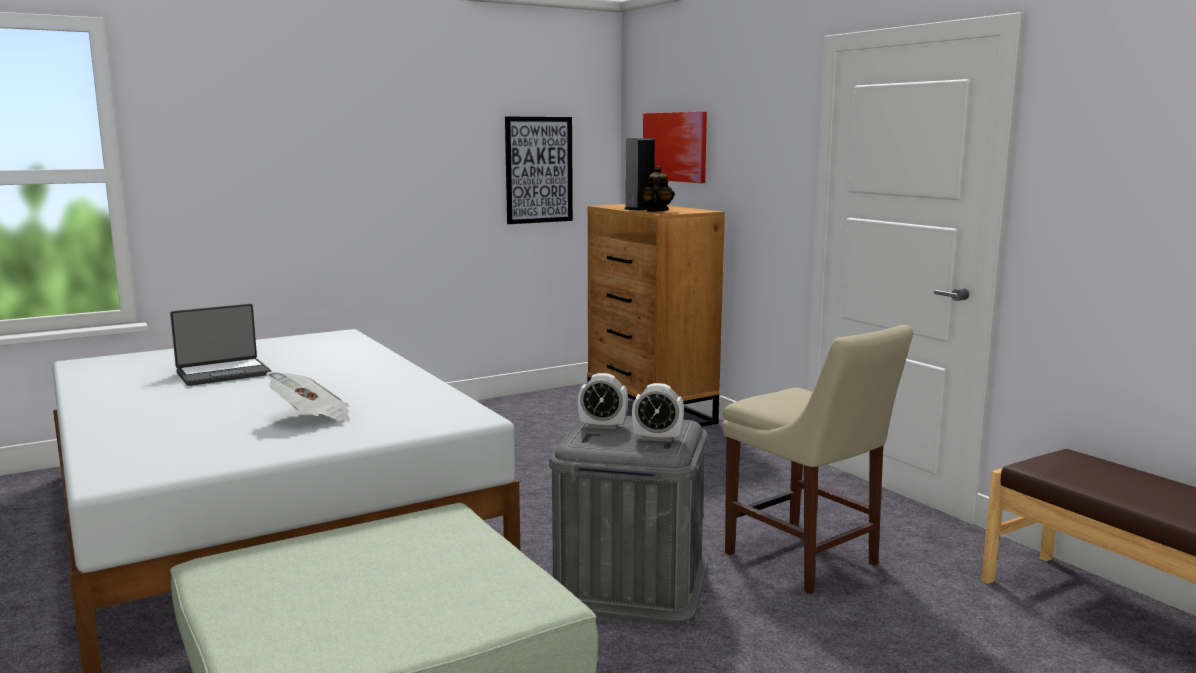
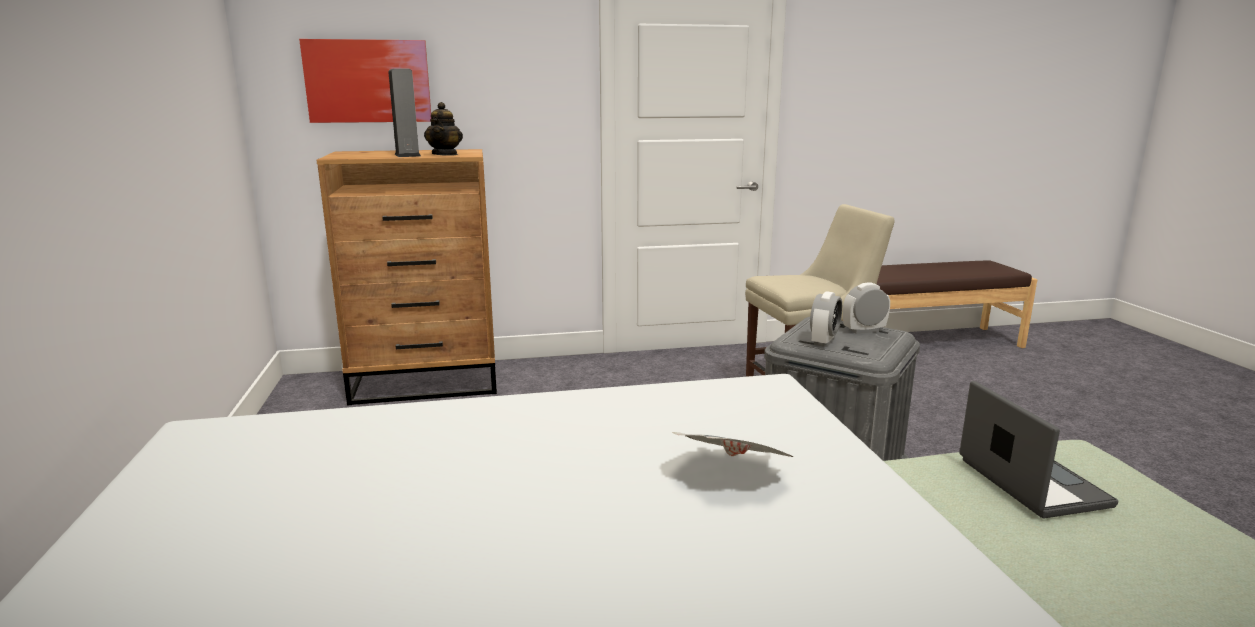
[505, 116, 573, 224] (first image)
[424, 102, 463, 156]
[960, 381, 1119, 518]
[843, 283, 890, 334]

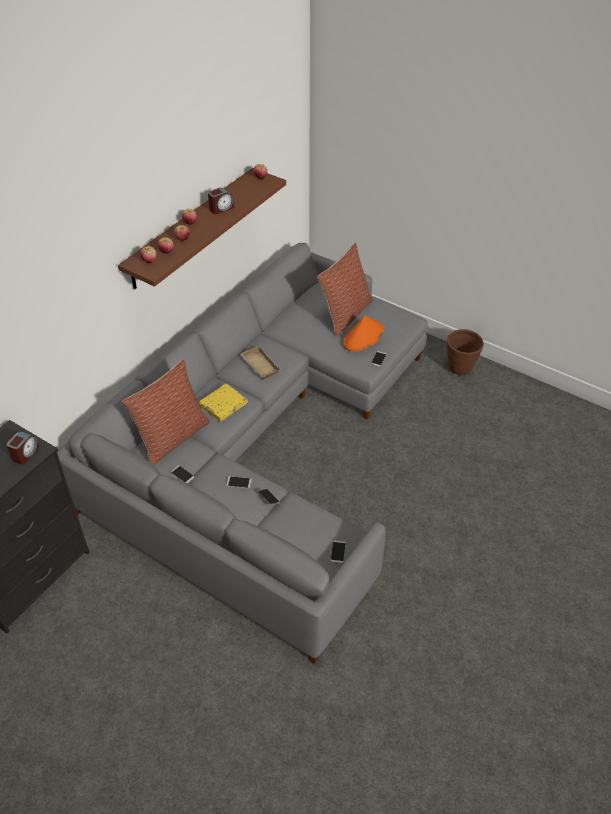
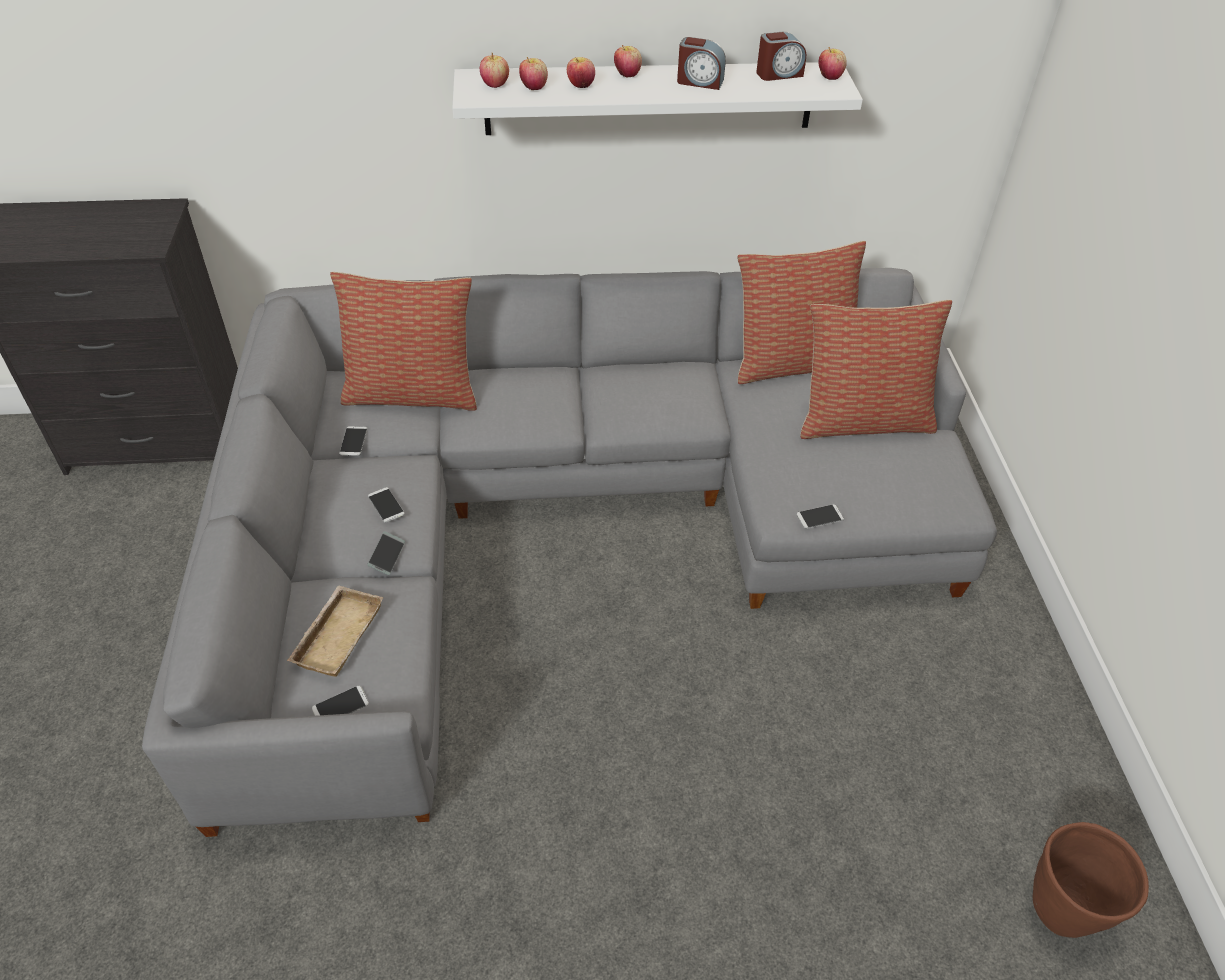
[452, 62, 863, 135]
[343, 315, 384, 352] (first image)
[1032, 822, 1149, 938]
[287, 585, 383, 677]
[199, 383, 248, 422] (first image)
[756, 32, 806, 81]
[737, 241, 866, 384]

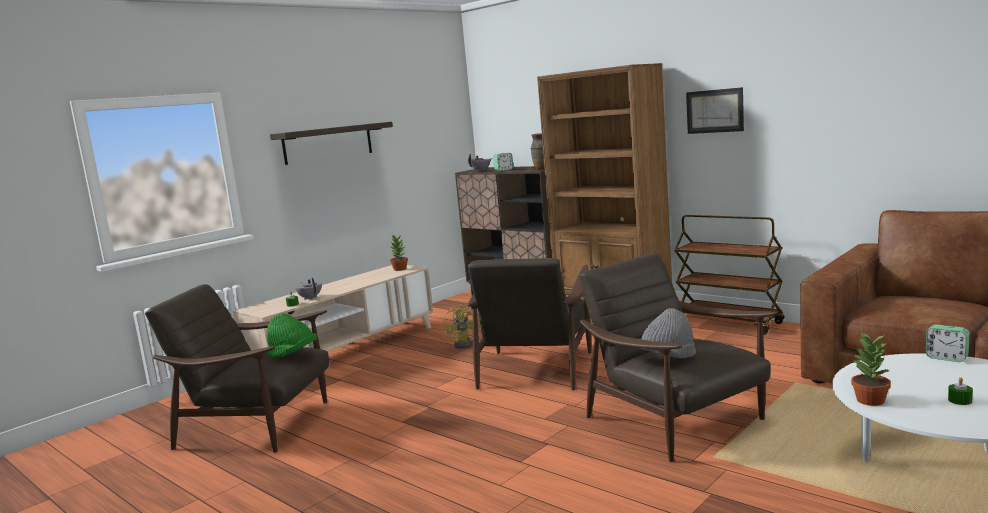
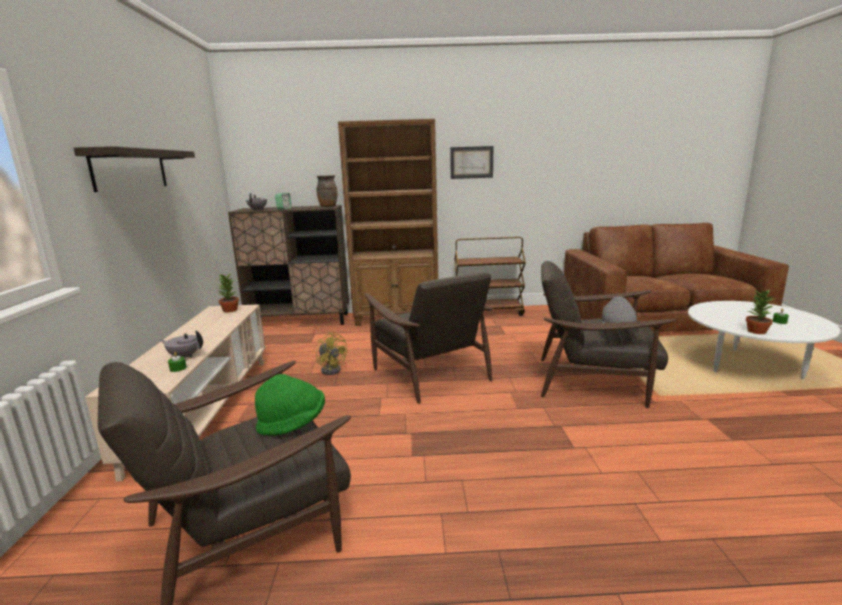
[926, 324, 970, 362] (first image)

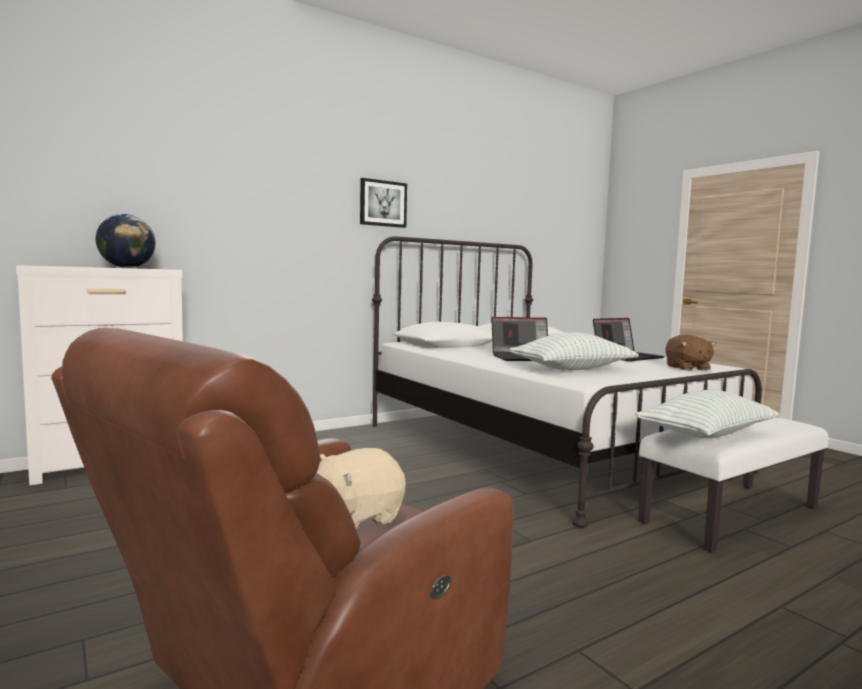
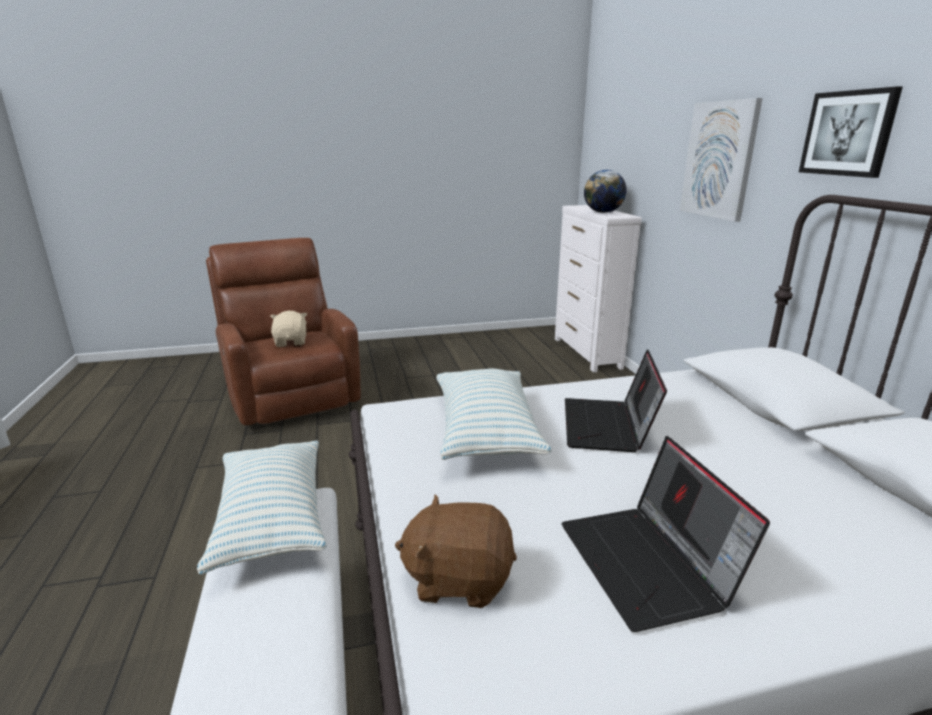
[680, 98, 763, 222]

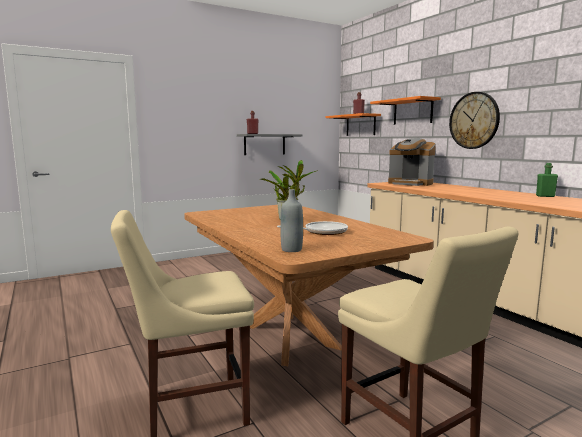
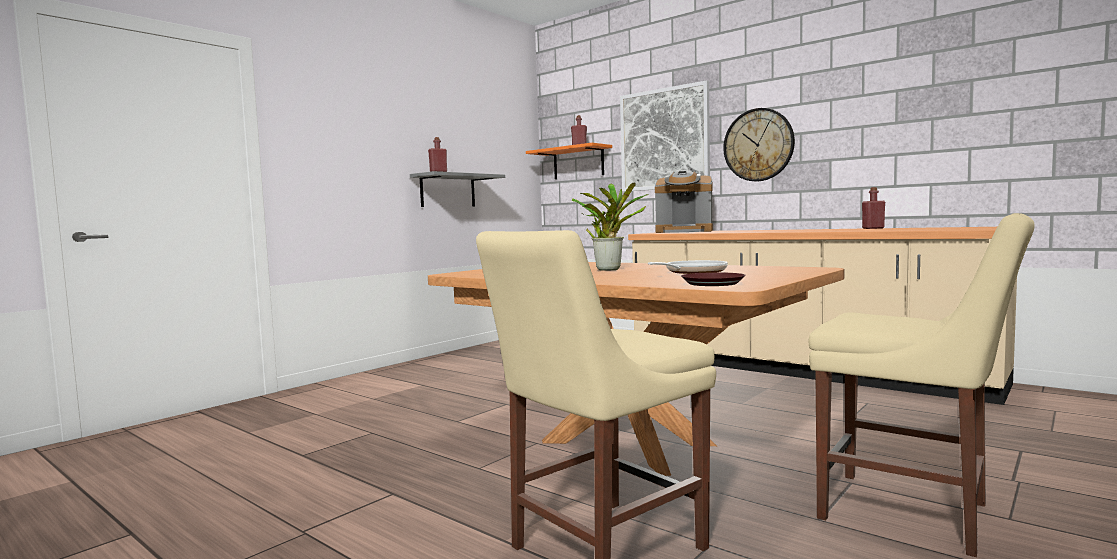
[620, 80, 710, 192]
[862, 187, 885, 229]
[681, 272, 746, 286]

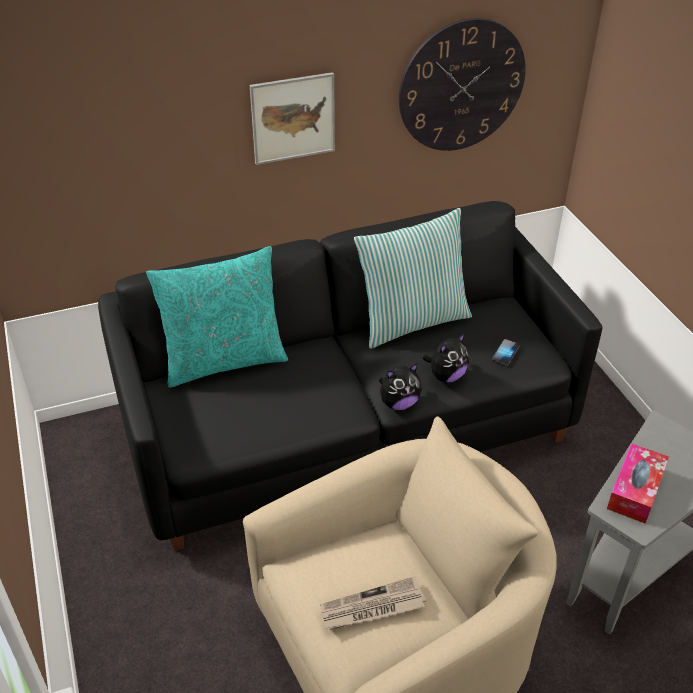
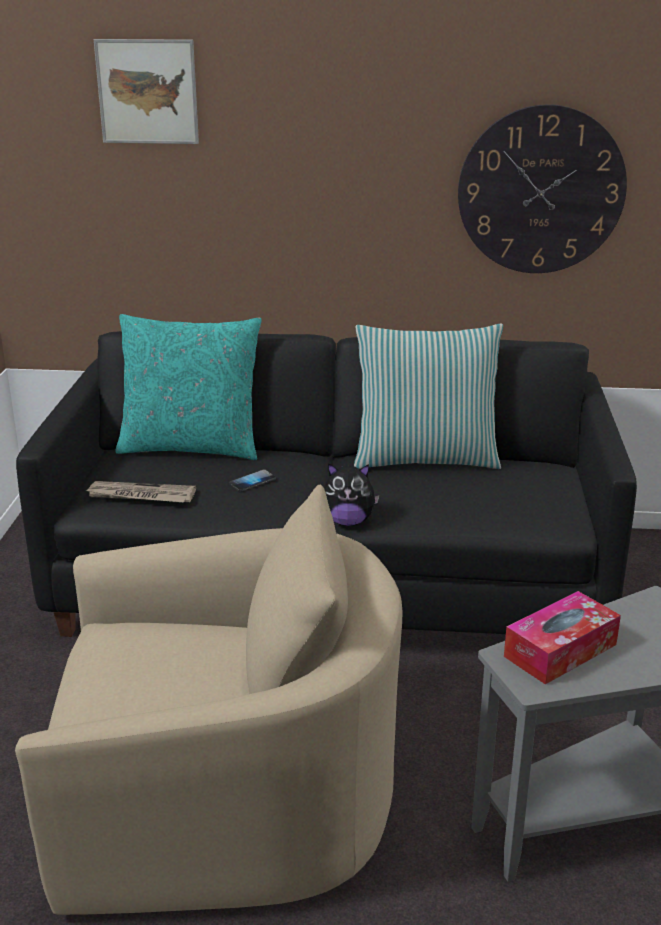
[94, 39, 199, 144]
[423, 333, 469, 383] (first image)
[229, 469, 276, 492]
[86, 481, 196, 502]

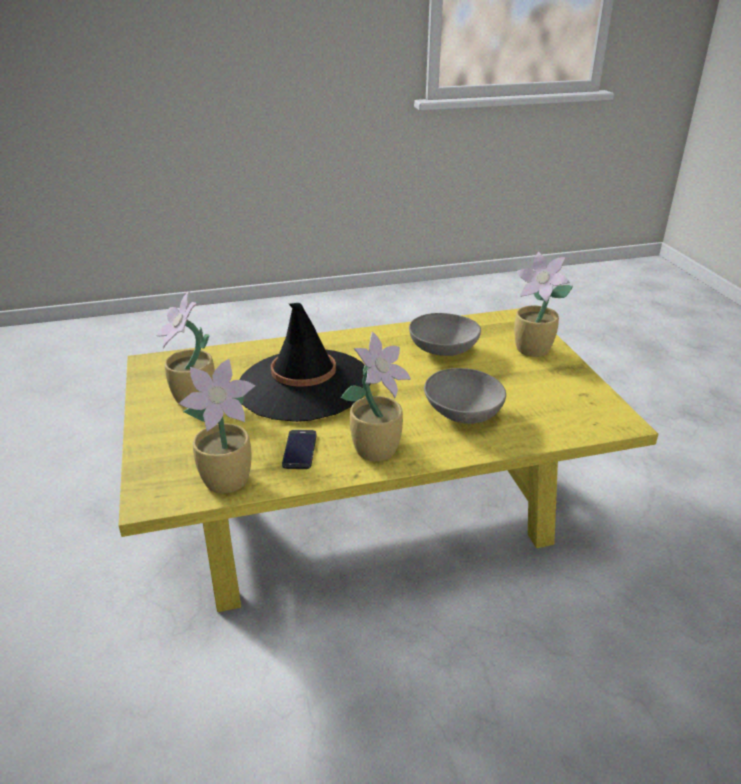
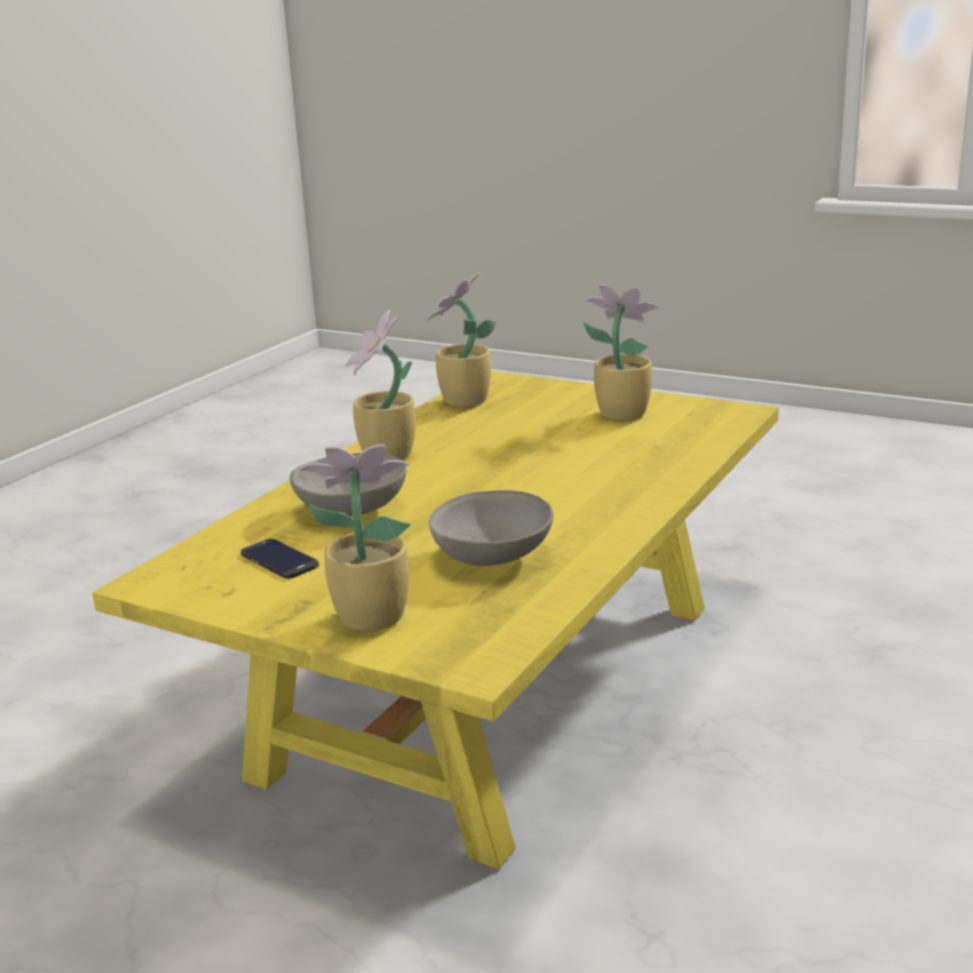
[239, 303, 371, 422] (first image)
[241, 539, 319, 579]

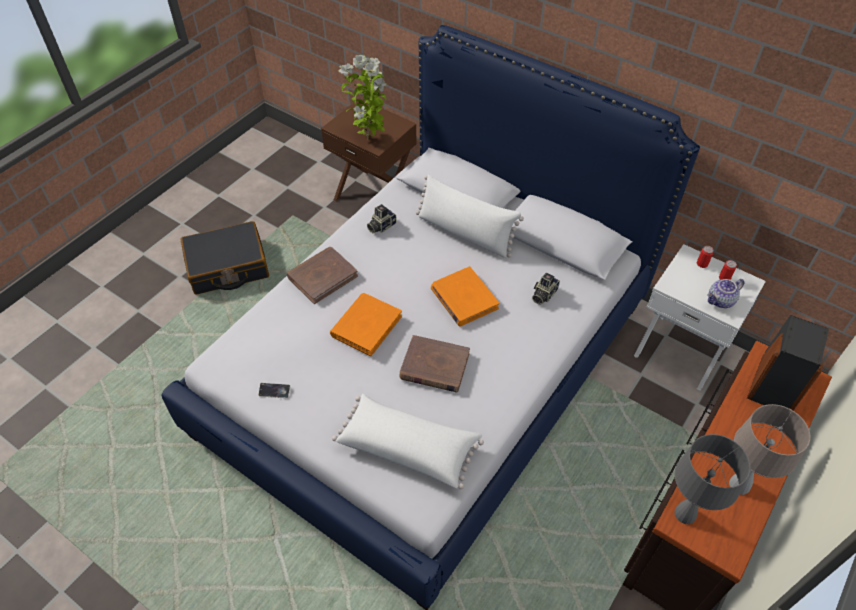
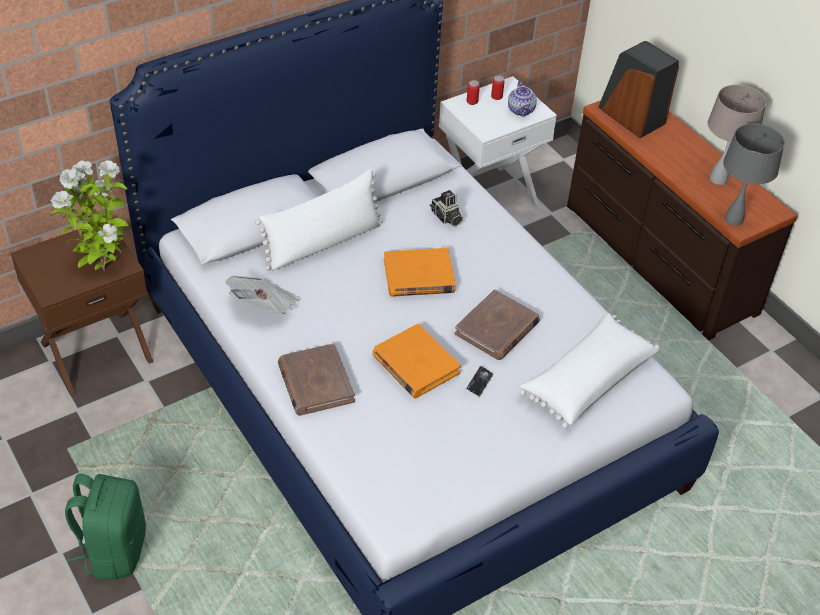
[226, 276, 301, 314]
[65, 474, 146, 580]
[466, 366, 494, 397]

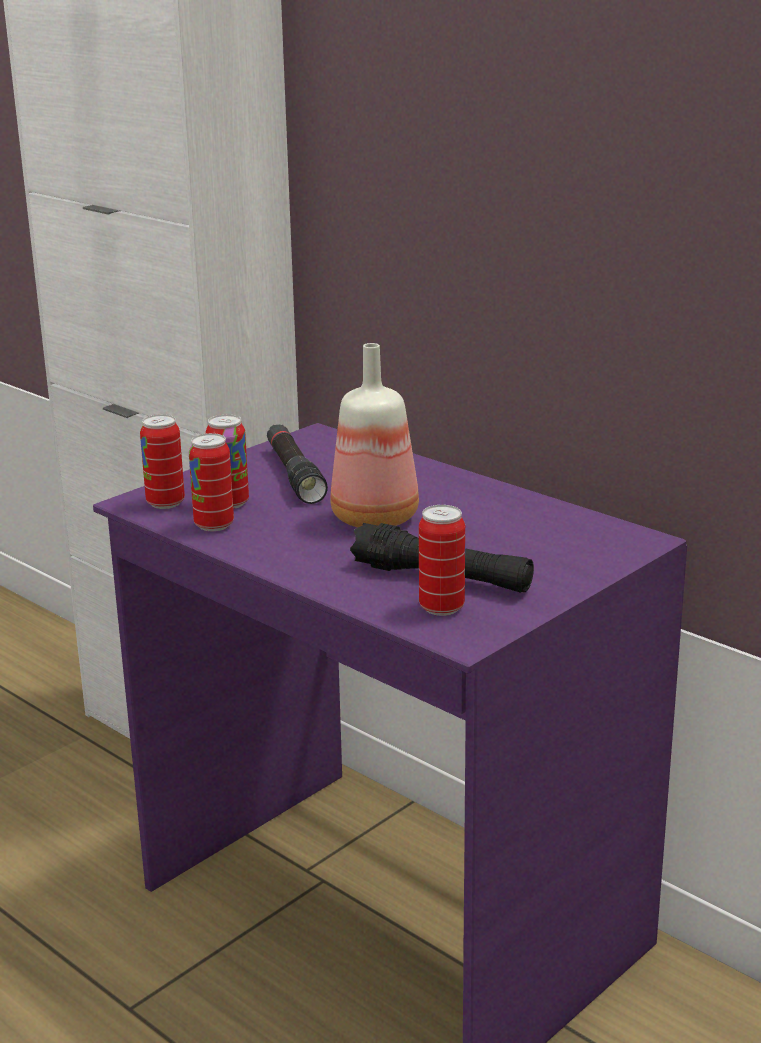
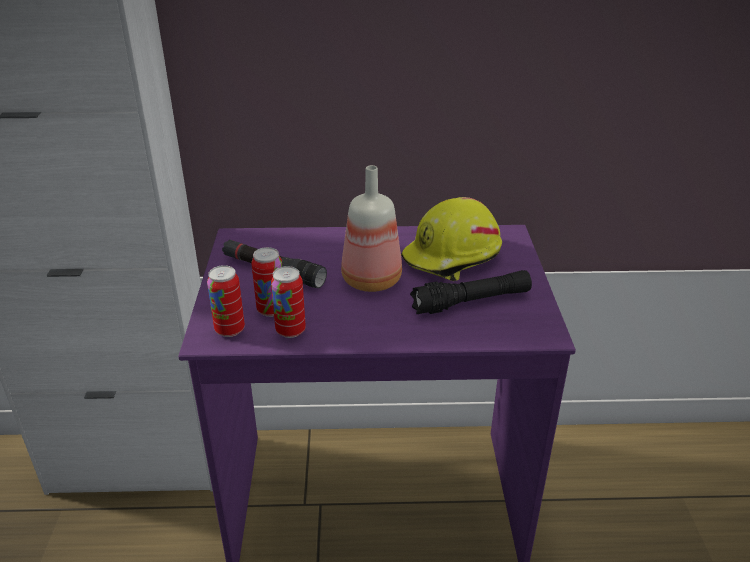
[419, 505, 465, 616] (first image)
[401, 197, 502, 281]

